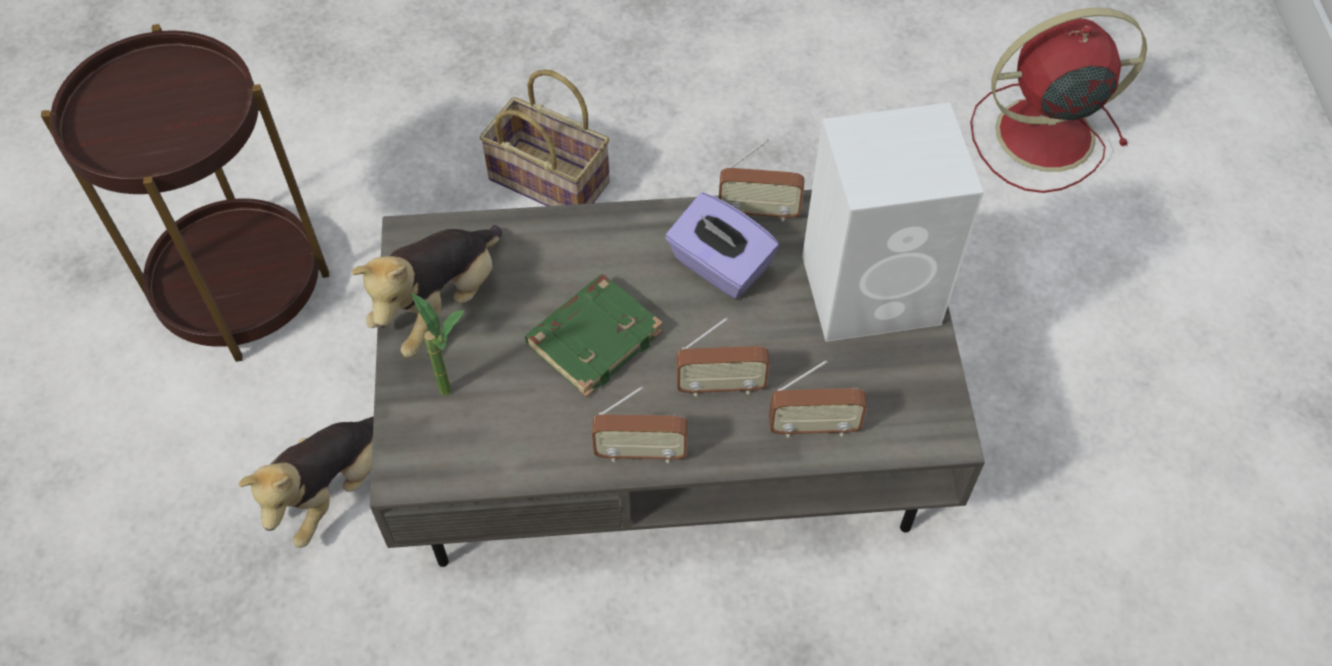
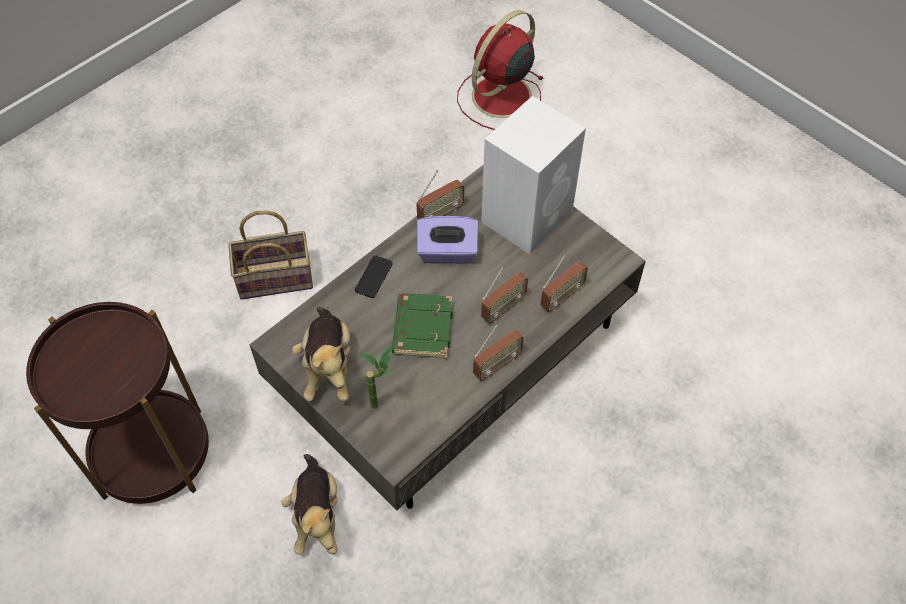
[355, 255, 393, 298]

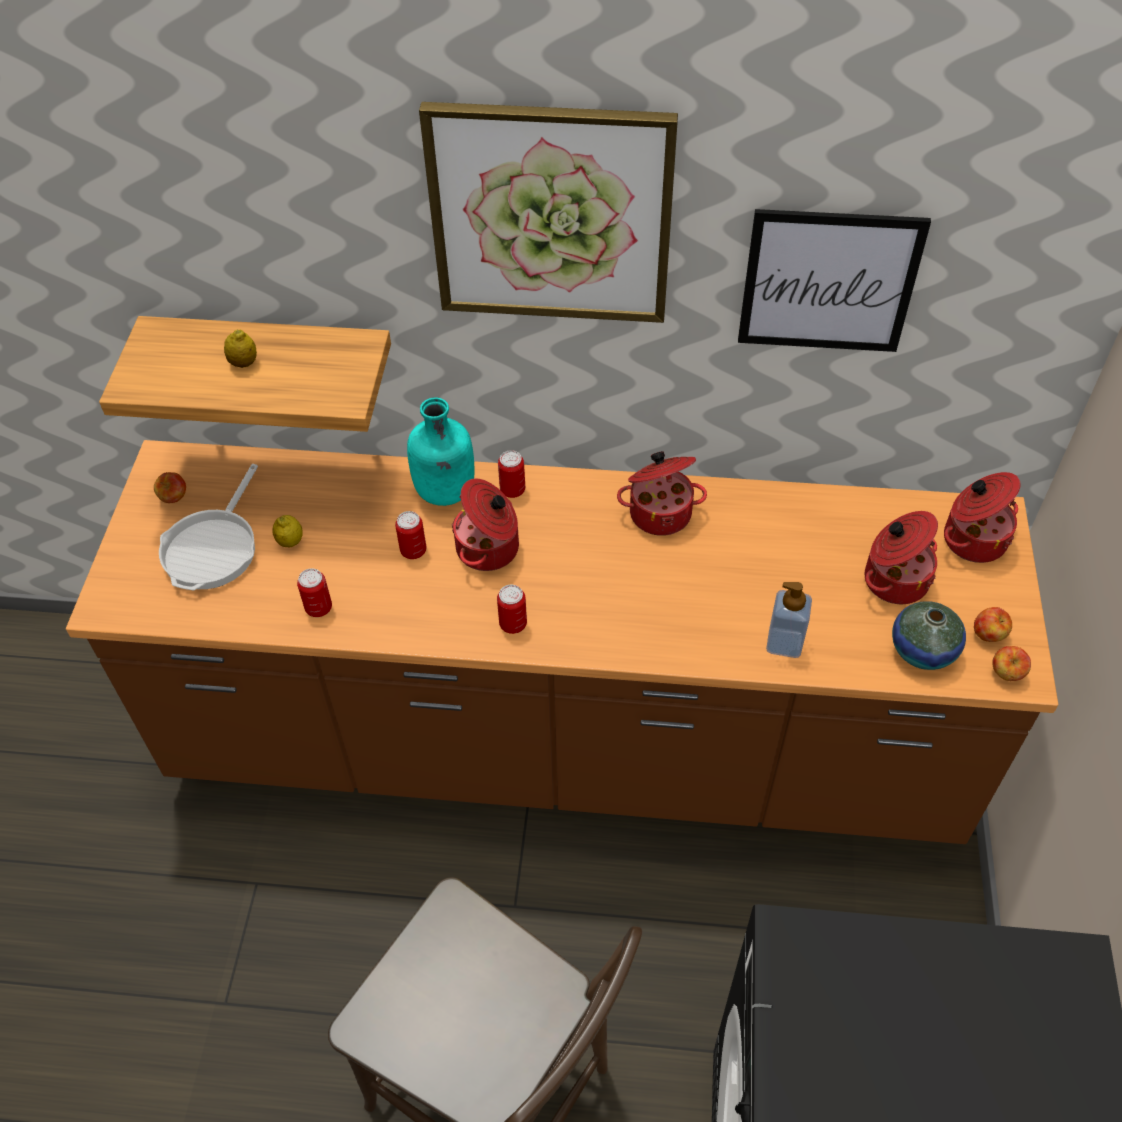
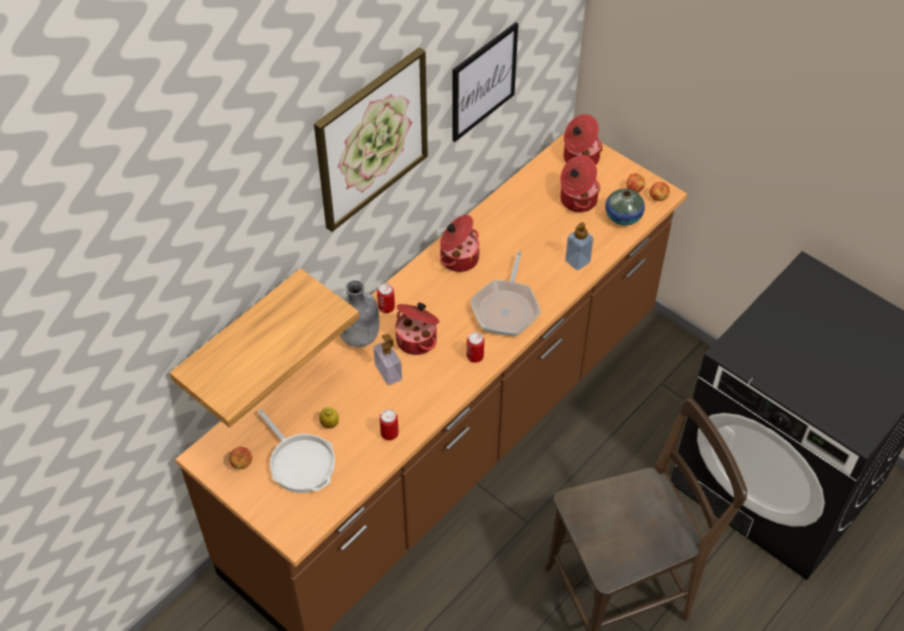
[224, 330, 257, 368] (first image)
[340, 280, 379, 347]
[373, 334, 402, 386]
[471, 251, 541, 336]

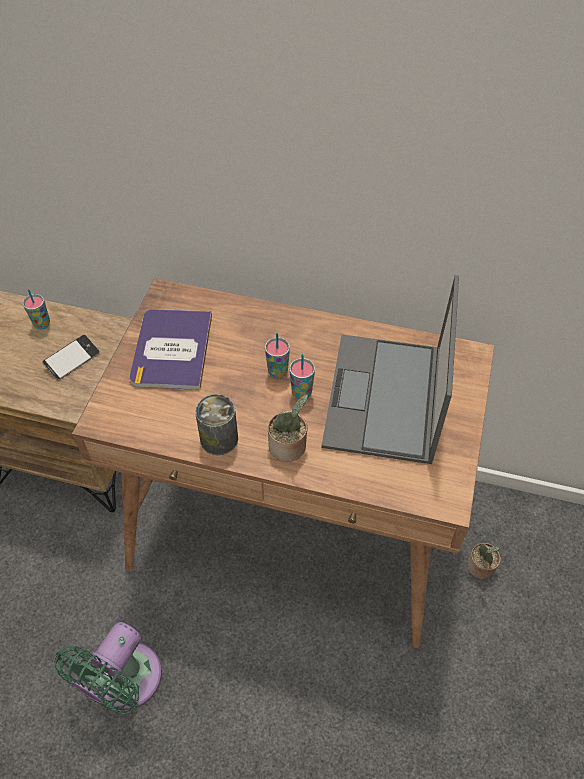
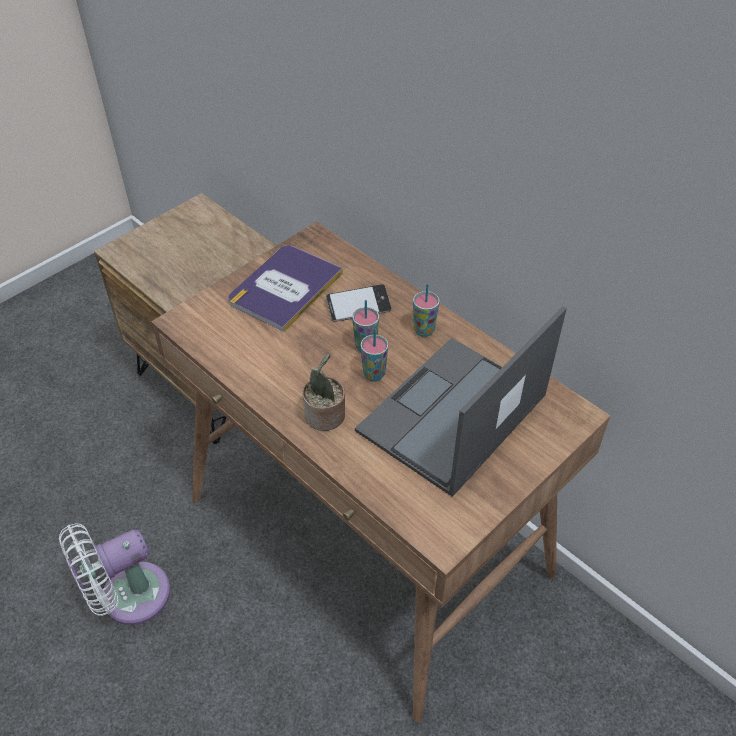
[413, 283, 440, 337]
[326, 284, 392, 322]
[195, 394, 238, 455] (first image)
[467, 543, 501, 579] (first image)
[59, 523, 170, 625]

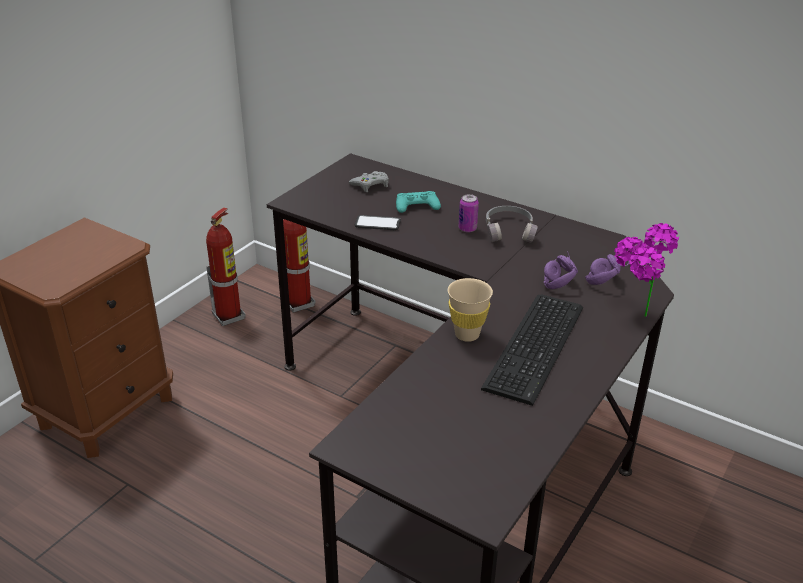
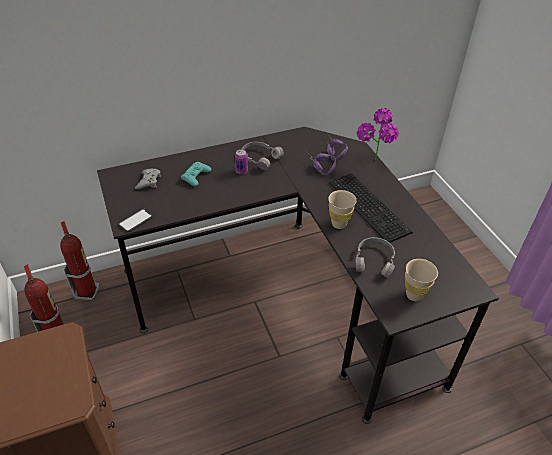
[118, 209, 153, 232]
[356, 237, 395, 278]
[405, 259, 438, 301]

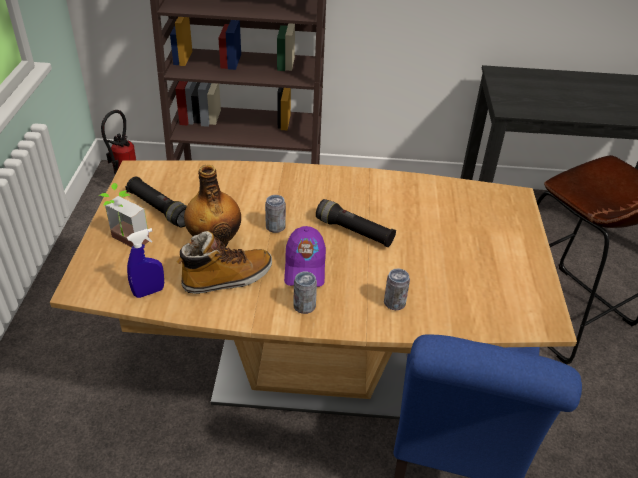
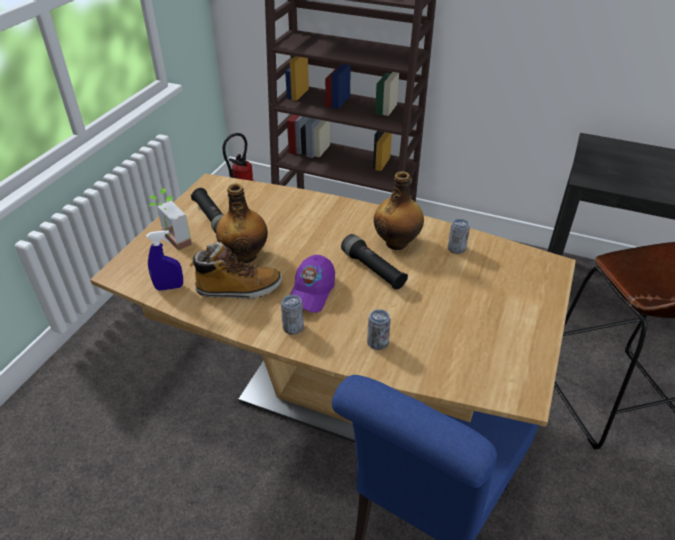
[448, 219, 470, 254]
[374, 171, 424, 250]

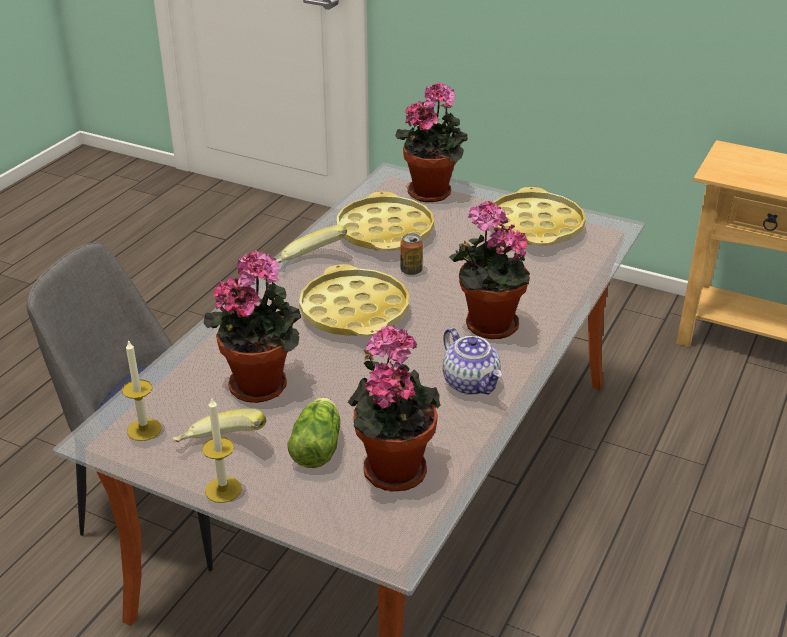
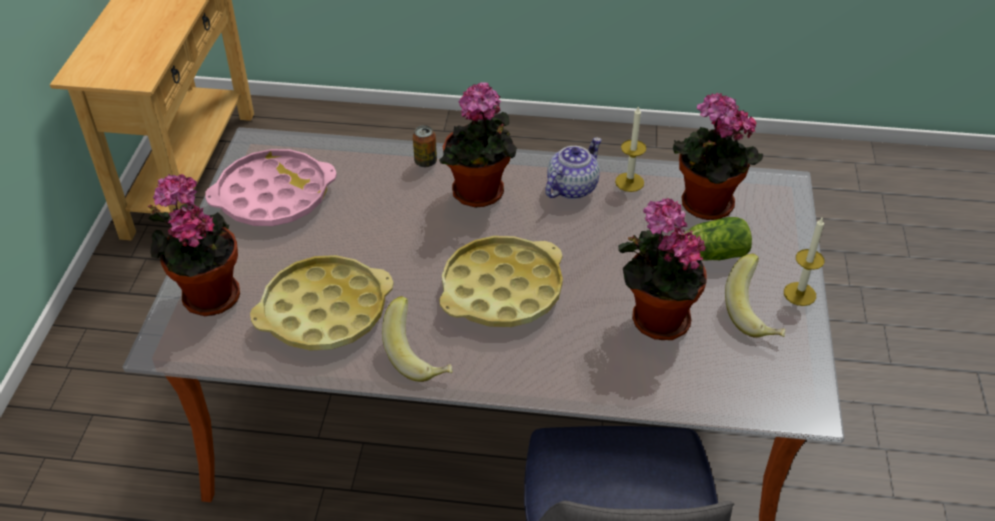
[205, 149, 337, 226]
[413, 125, 437, 167]
[615, 106, 646, 192]

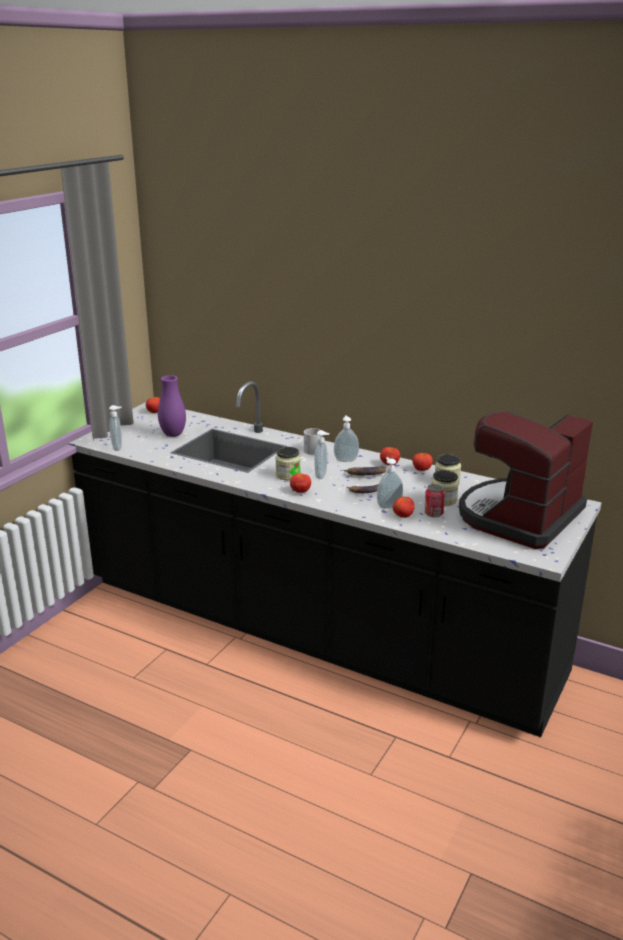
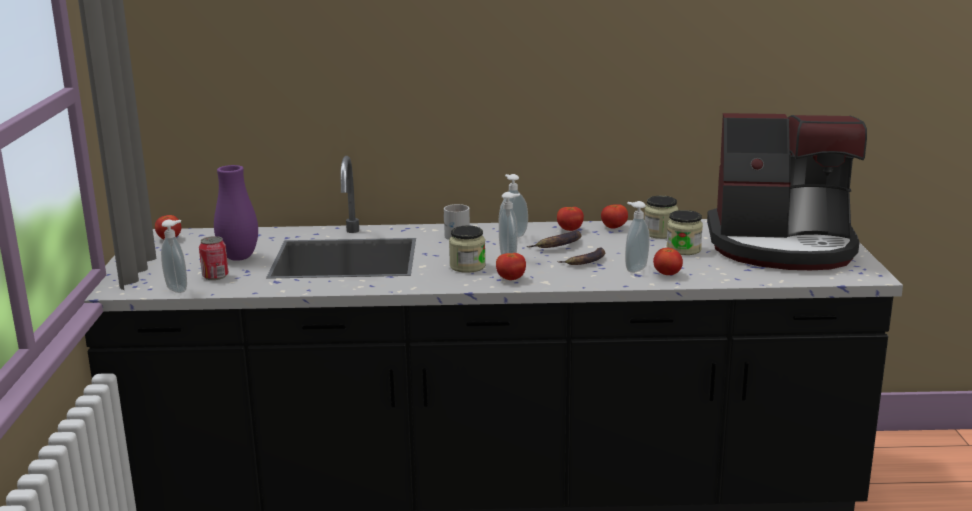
[707, 113, 867, 270]
[199, 236, 229, 280]

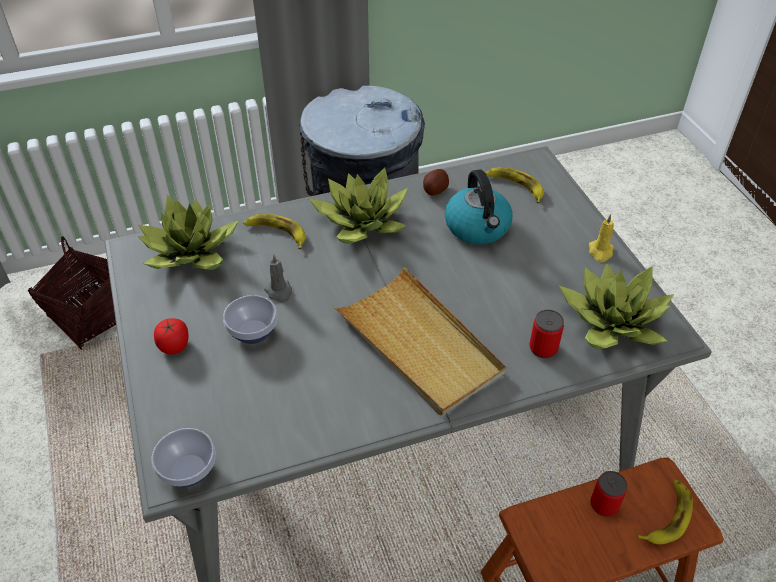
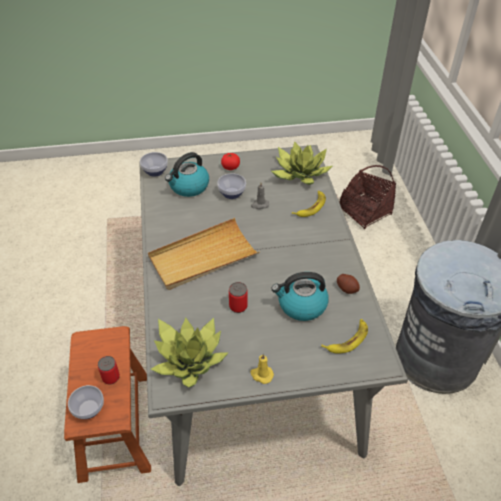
[308, 167, 408, 244] (first image)
[229, 282, 248, 313]
[68, 385, 104, 419]
[165, 152, 209, 197]

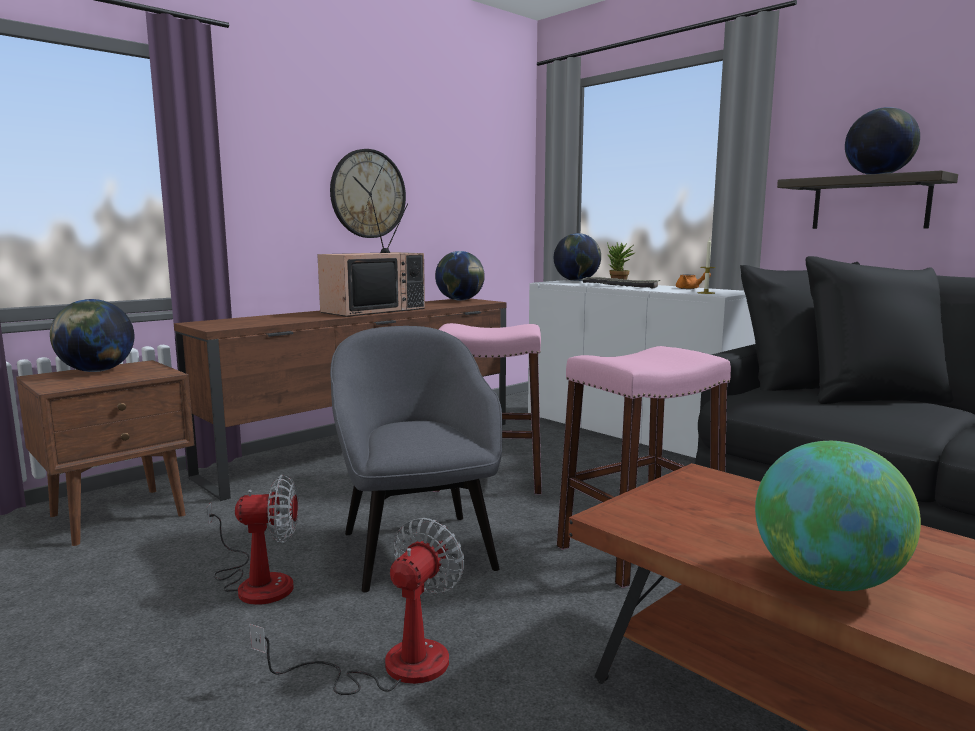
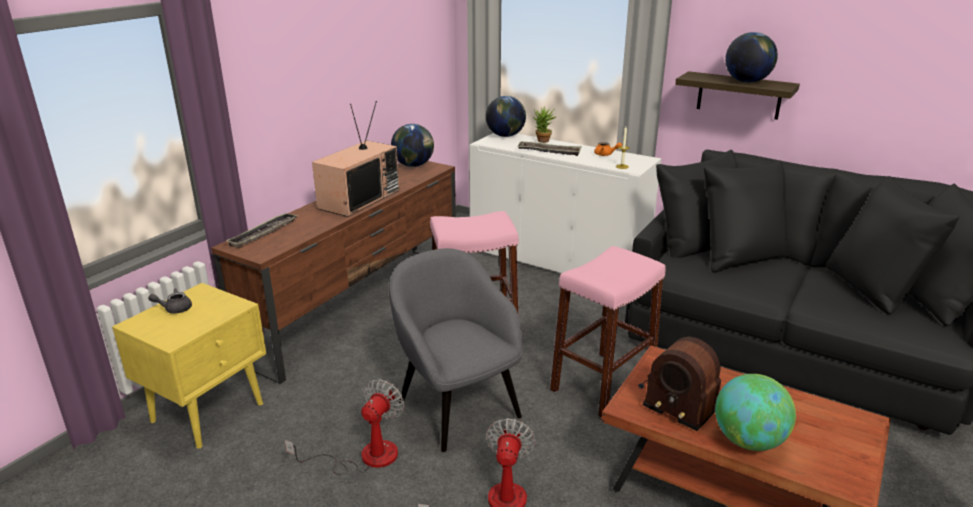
[330, 149, 406, 238] (first image)
[148, 288, 192, 314]
[112, 283, 266, 449]
[284, 379, 404, 475]
[225, 213, 297, 248]
[638, 337, 721, 431]

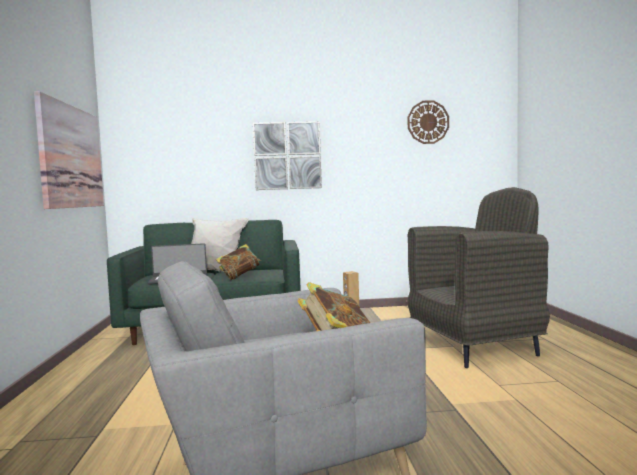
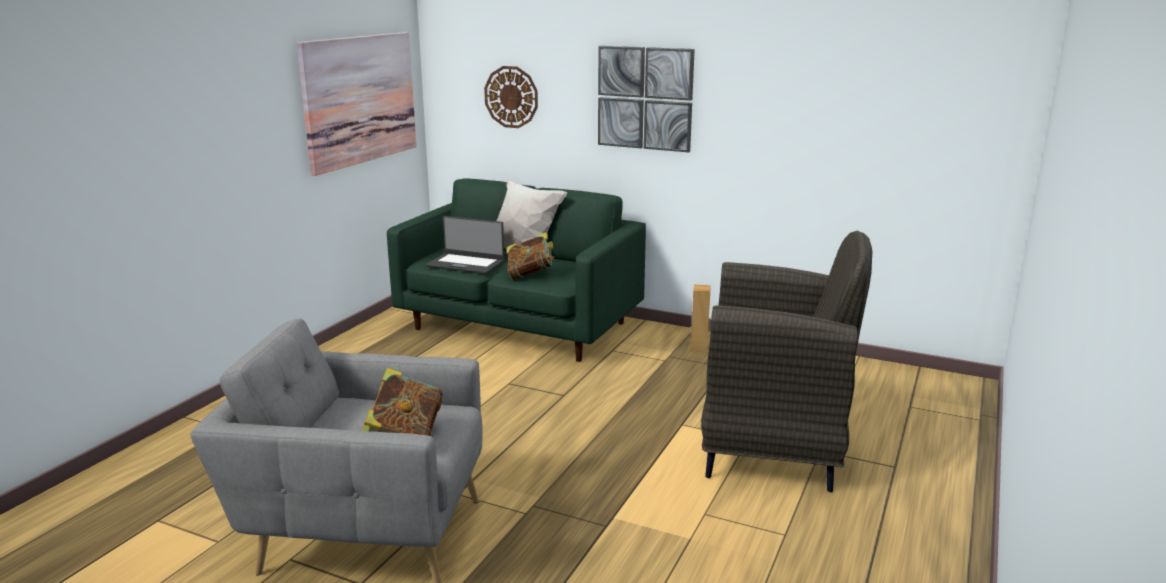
[484, 66, 538, 128]

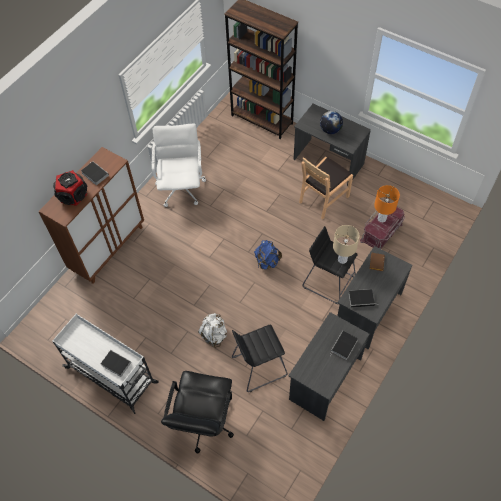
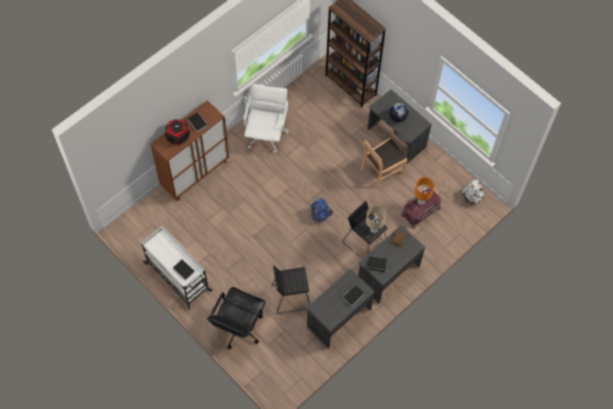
[461, 180, 484, 206]

